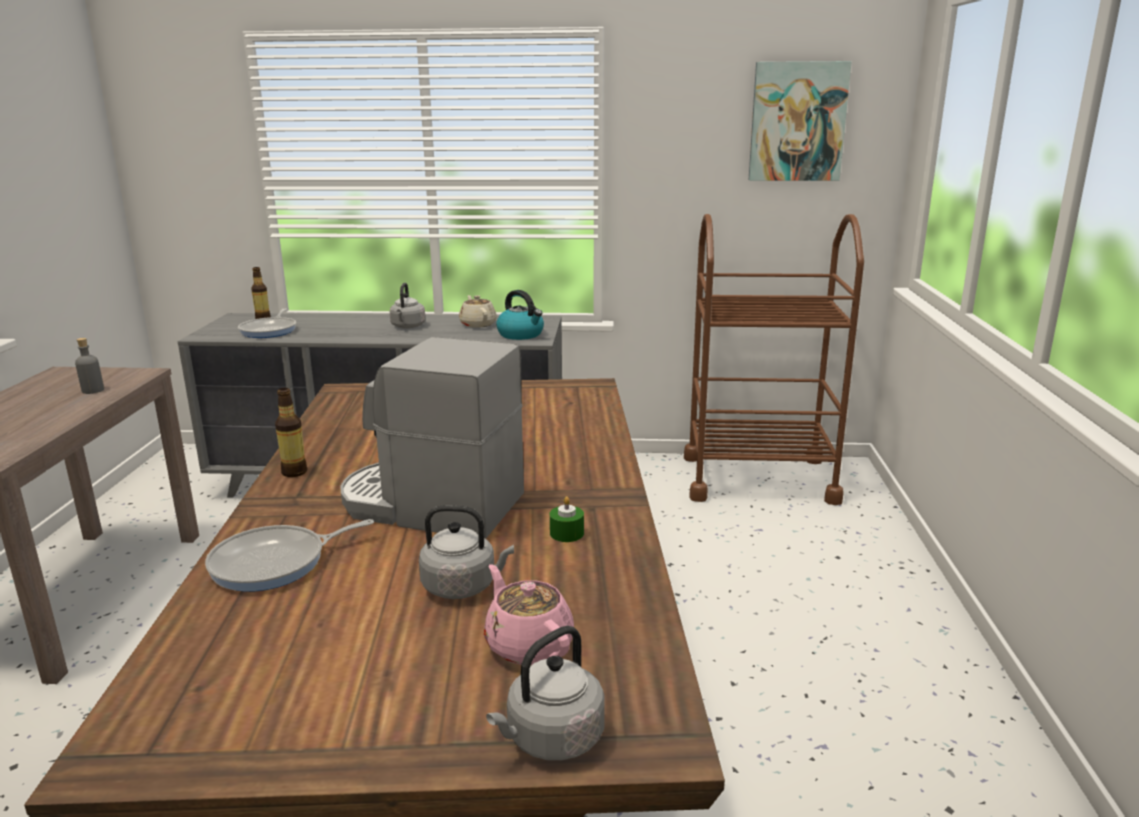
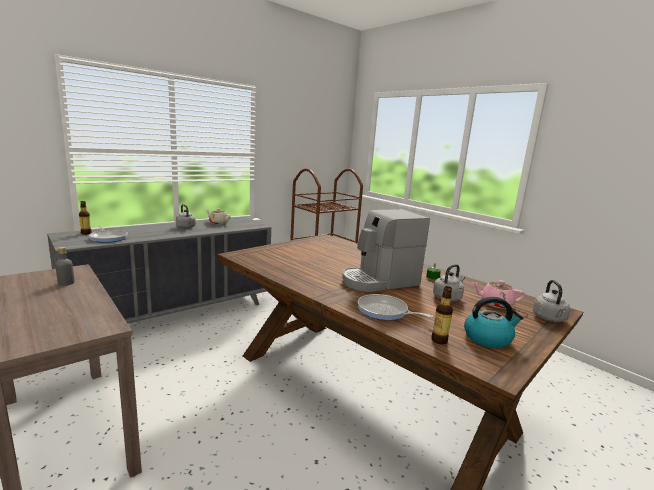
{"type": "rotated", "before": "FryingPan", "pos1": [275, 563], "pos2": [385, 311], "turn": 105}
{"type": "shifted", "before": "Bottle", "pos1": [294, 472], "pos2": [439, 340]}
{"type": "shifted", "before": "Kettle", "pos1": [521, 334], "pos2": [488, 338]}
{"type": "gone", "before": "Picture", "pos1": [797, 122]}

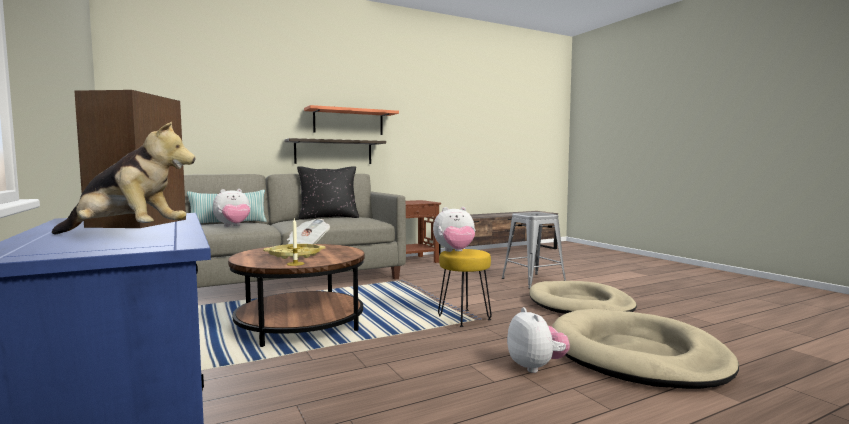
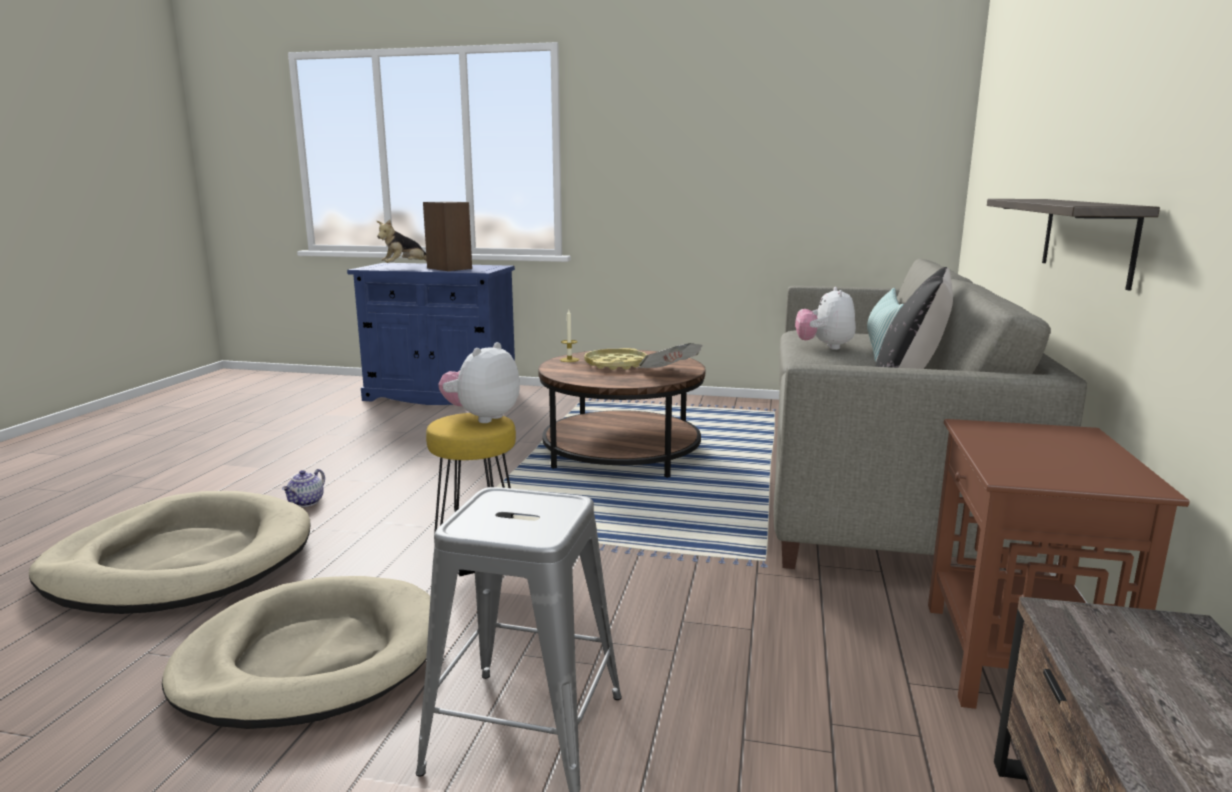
{"type": "gone", "before": "Shelf", "pos1": [348, 122]}
{"type": "swapped", "before": "PlushToy", "after": "Teapot", "pos1": [536, 367], "pos2": [307, 502]}

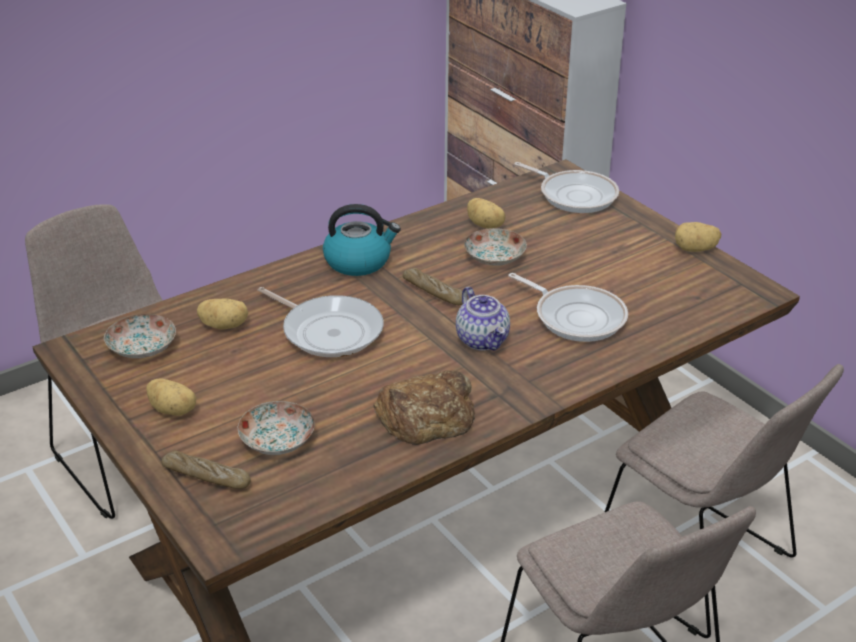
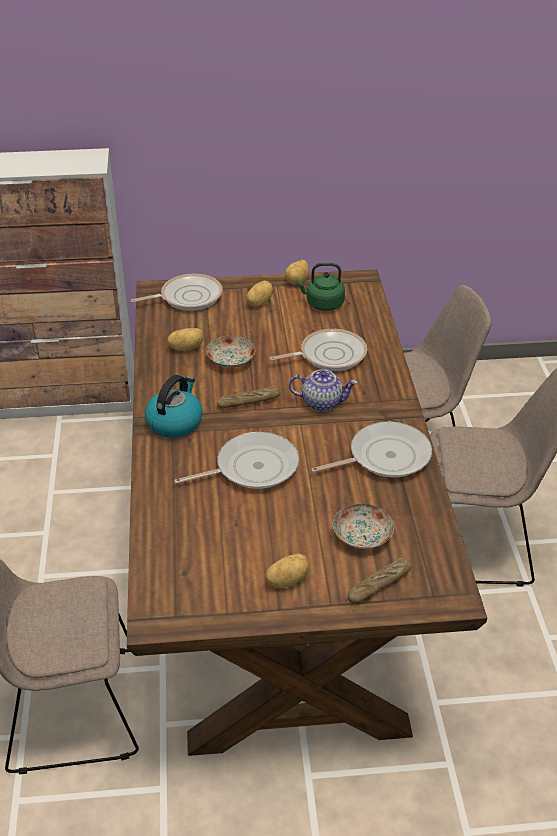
{"type": "gone", "before": "Plate", "pos1": [143, 347]}
{"type": "shifted", "before": "Potato", "pos1": [224, 325], "pos2": [258, 302]}
{"type": "swapped", "before": "Bread", "after": "FryingPan", "pos1": [427, 415], "pos2": [384, 457]}
{"type": "new", "after": "GreenKettle", "pos2": [322, 304]}

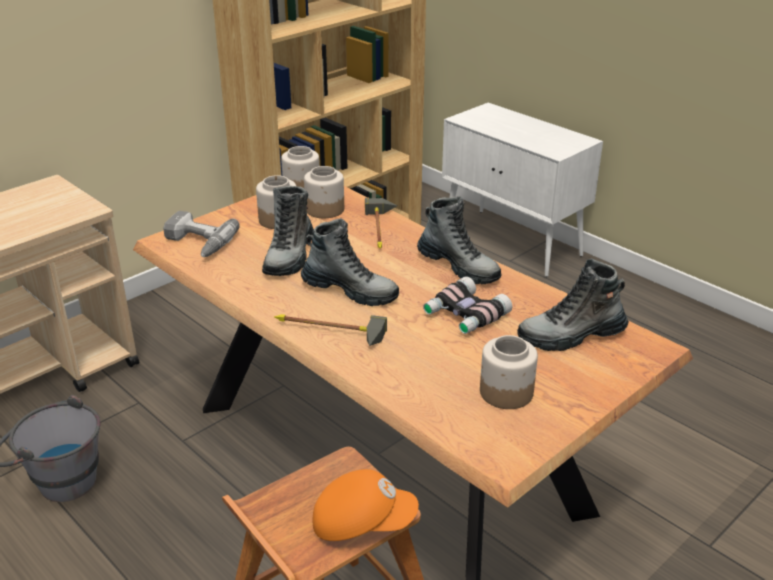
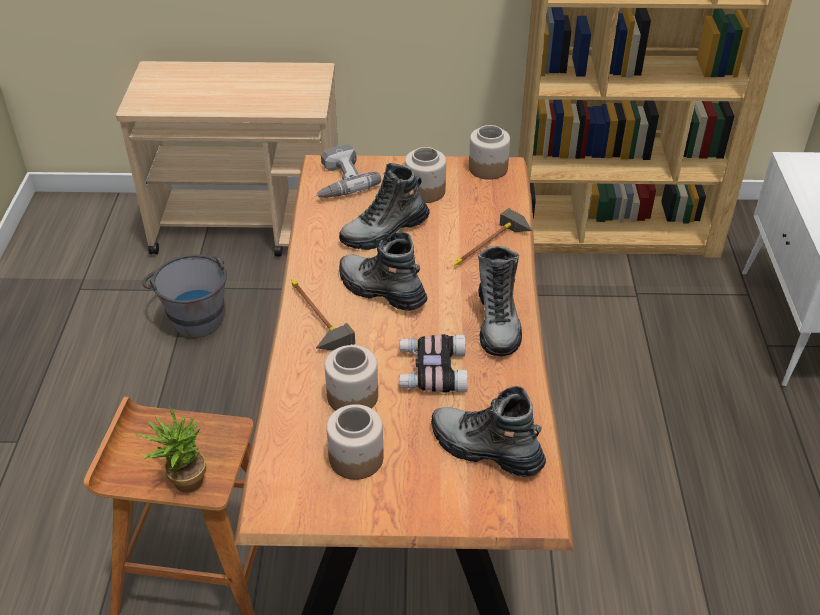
{"type": "rotated", "before": "Boot", "pos1": [350, 291], "pos2": [381, 291], "turn": 150}
{"type": "shifted", "before": "Jar", "pos1": [325, 209], "pos2": [353, 396]}
{"type": "swapped", "before": "OrangeCap", "after": "PottedPlant", "pos1": [362, 522], "pos2": [182, 481]}

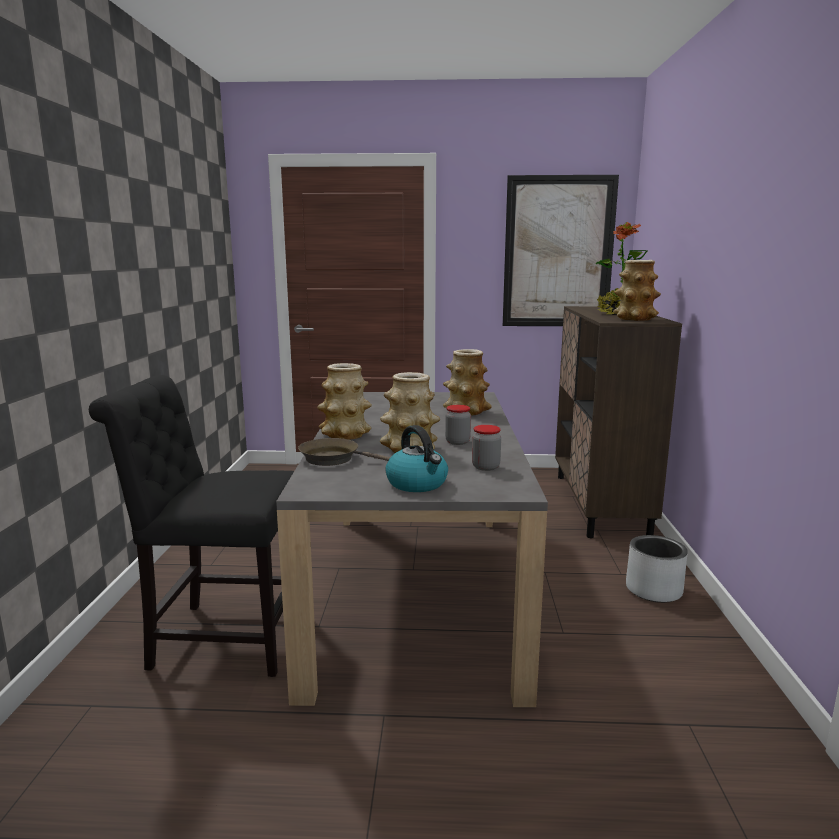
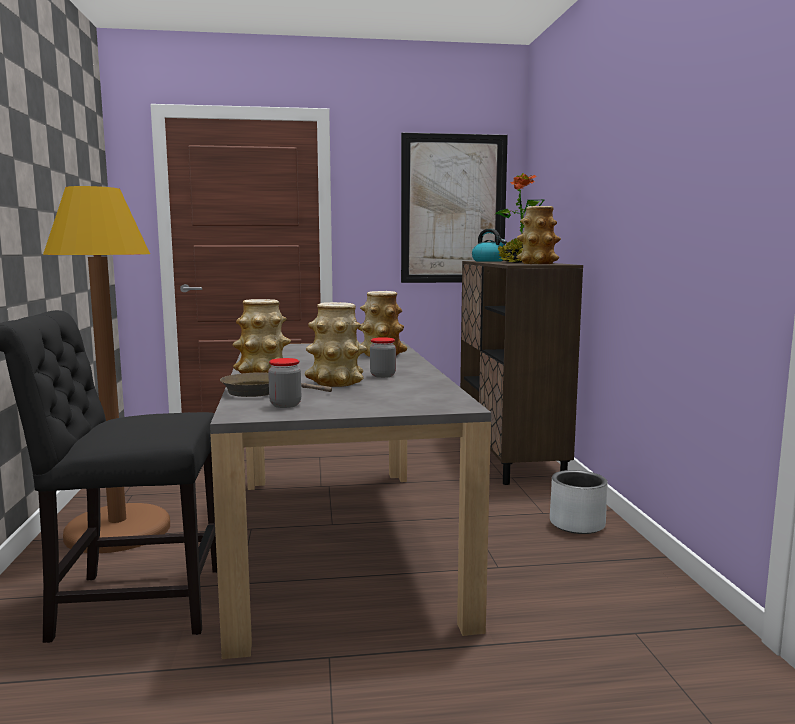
{"type": "shifted", "before": "Kettle", "pos1": [418, 484], "pos2": [489, 261]}
{"type": "shifted", "before": "Jar", "pos1": [485, 467], "pos2": [285, 405]}
{"type": "new", "after": "BrownFloorLamp", "pos2": [118, 530]}

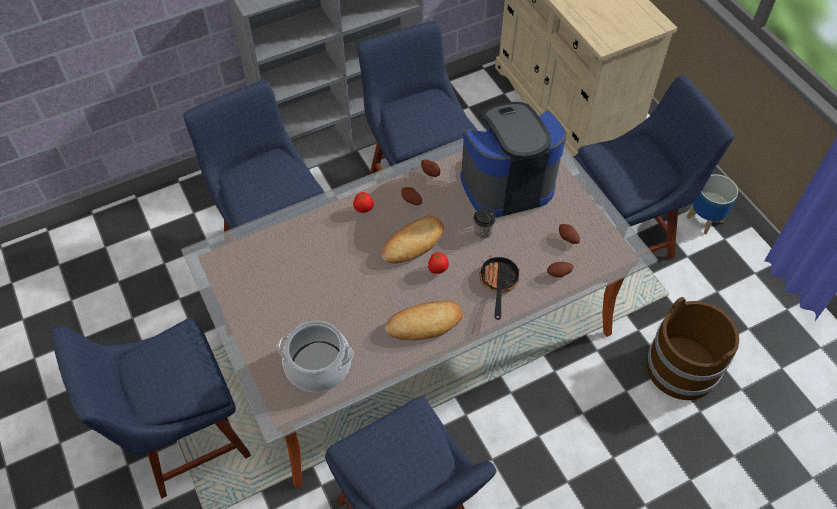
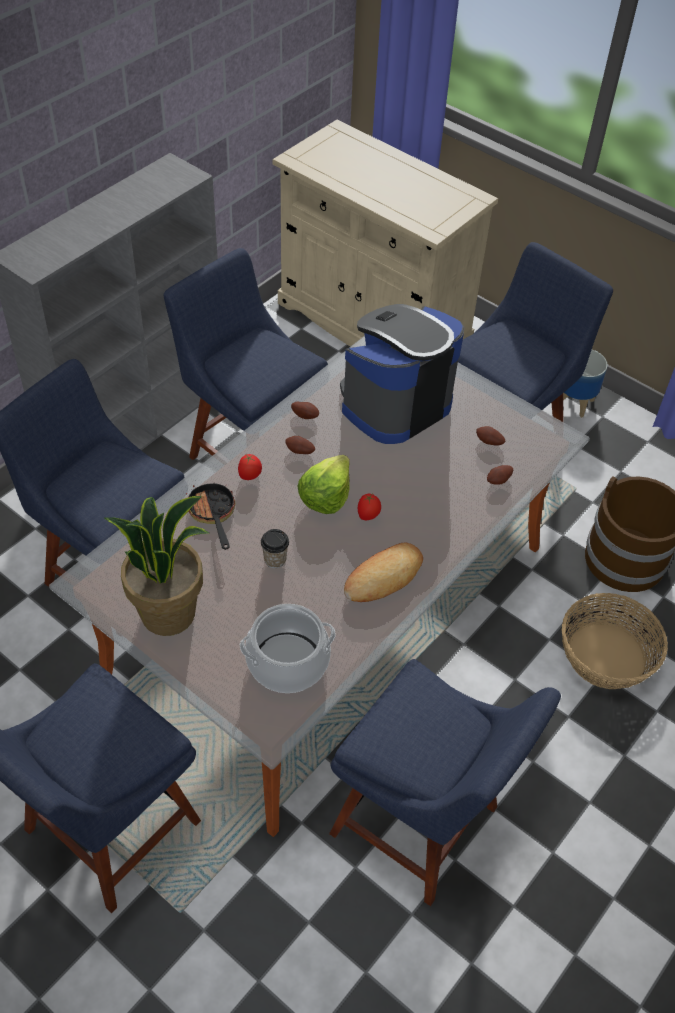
{"type": "swapped", "before": "Bread", "after": "Lettuce", "pos1": [413, 243], "pos2": [325, 496]}
{"type": "shifted", "before": "Cup", "pos1": [483, 232], "pos2": [275, 560]}
{"type": "shifted", "before": "FryingPan", "pos1": [498, 284], "pos2": [213, 514]}
{"type": "new", "after": "PottedPlant", "pos2": [168, 612]}
{"type": "new", "after": "Basket", "pos2": [607, 656]}

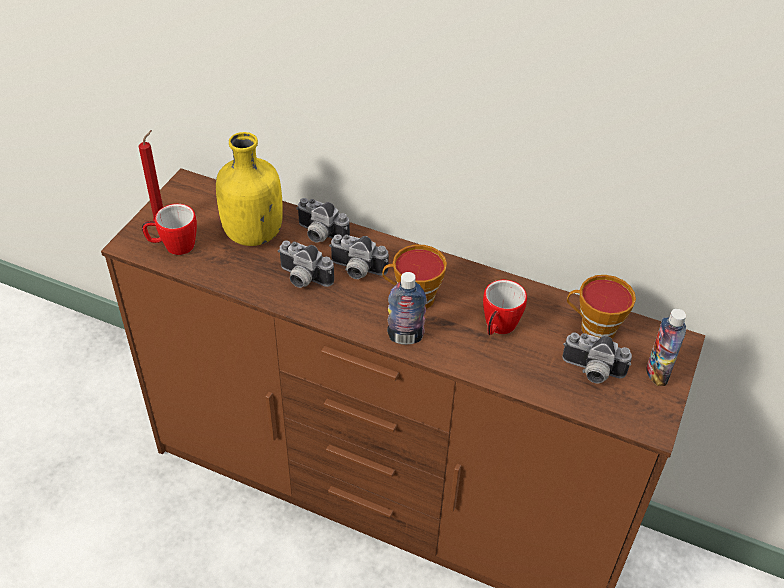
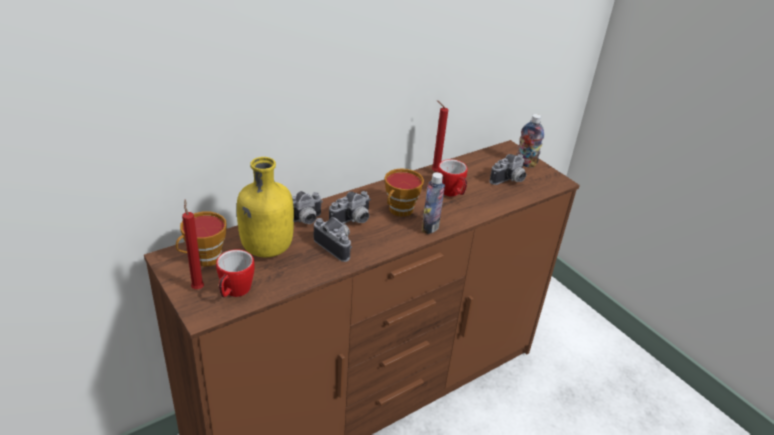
{"type": "rotated", "before": "PhotoCamera", "pos1": [302, 279], "pos2": [337, 245], "turn": -105}
{"type": "shifted", "before": "Cup", "pos1": [593, 328], "pos2": [204, 259]}
{"type": "new", "after": "RedCandle", "pos2": [434, 171]}

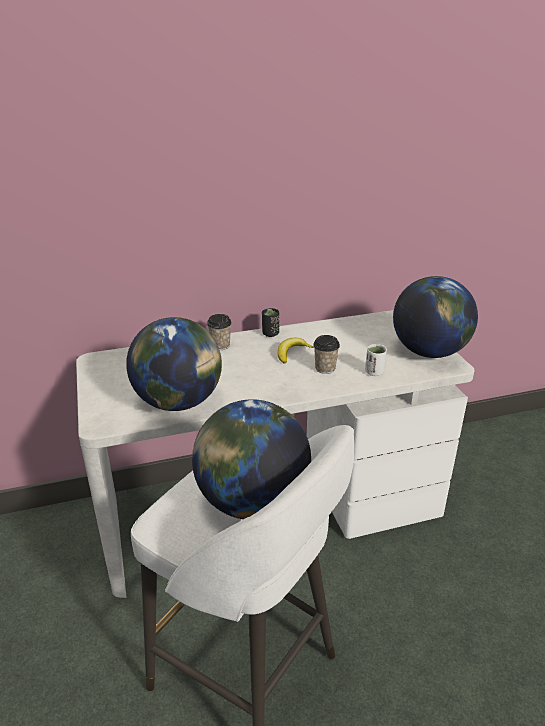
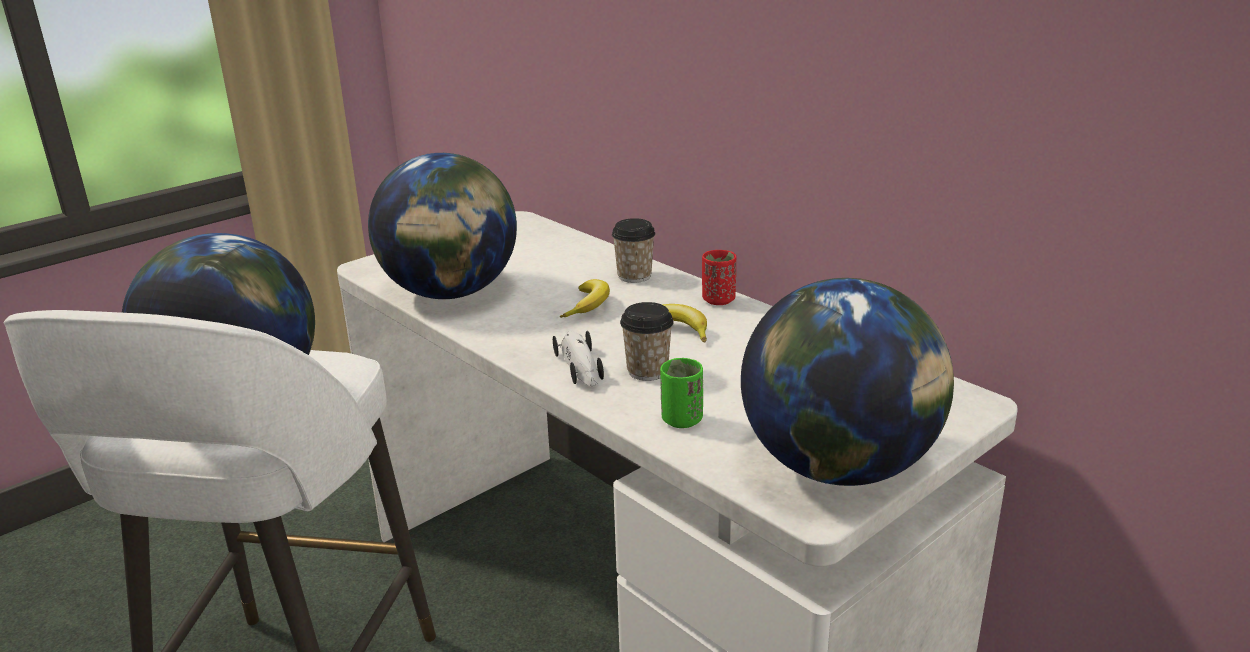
{"type": "repainted", "before": "BlackCup", "after": "RedCup", "pos1": [270, 334], "pos2": [718, 300]}
{"type": "repainted", "before": "WhiteCup", "after": "GreenCup", "pos1": [374, 372], "pos2": [681, 420]}
{"type": "new", "after": "ToyCar", "pos2": [580, 367]}
{"type": "new", "after": "Banana", "pos2": [588, 305]}

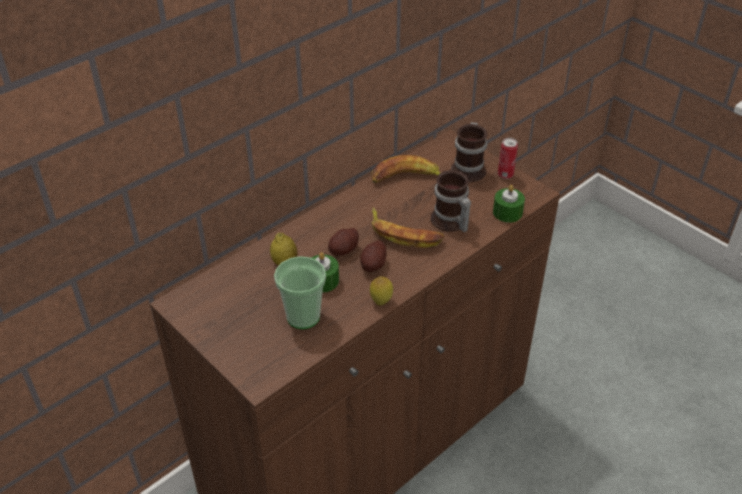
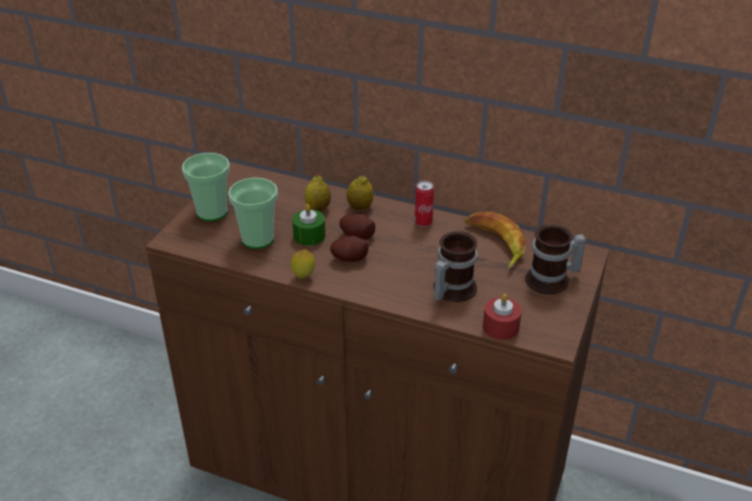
{"type": "gone", "before": "Banana", "pos1": [404, 234]}
{"type": "repainted", "before": "GreenCandle", "after": "RedCandle", "pos1": [507, 212], "pos2": [500, 327]}
{"type": "shifted", "before": "Can", "pos1": [505, 175], "pos2": [423, 223]}
{"type": "new", "after": "Cup", "pos2": [212, 212]}
{"type": "new", "after": "Lemon", "pos2": [360, 207]}

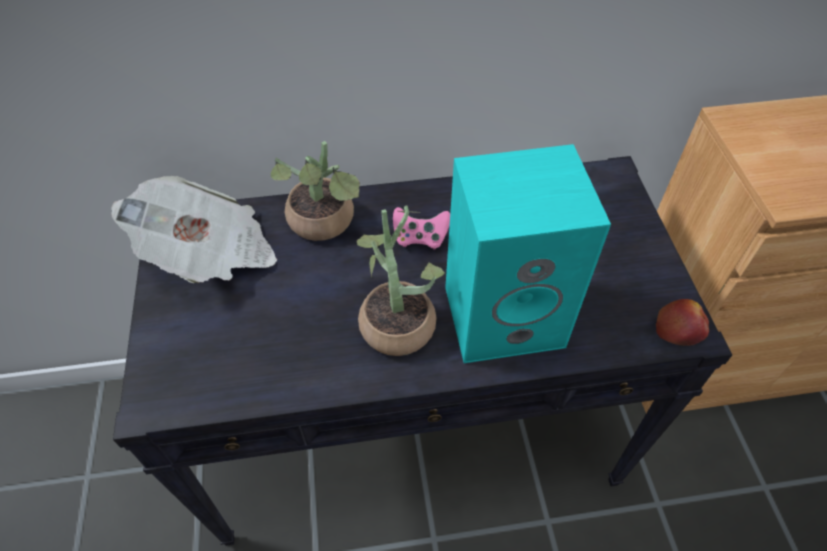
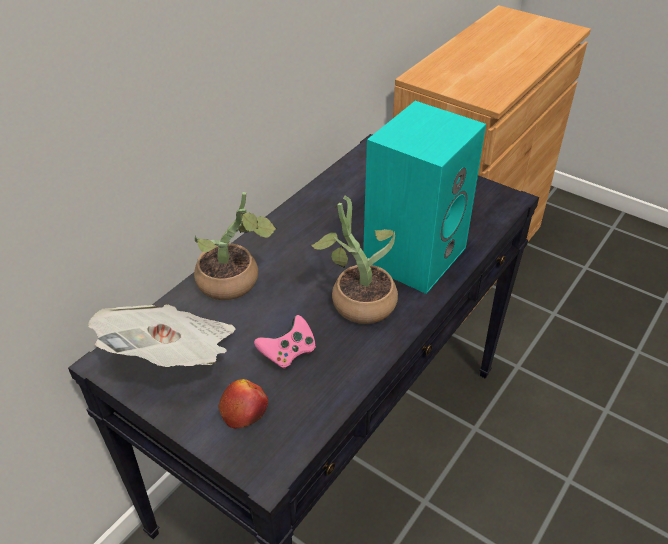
{"type": "shifted", "before": "PinkGameController", "pos1": [420, 237], "pos2": [288, 353]}
{"type": "shifted", "before": "Apple", "pos1": [679, 328], "pos2": [244, 409]}

